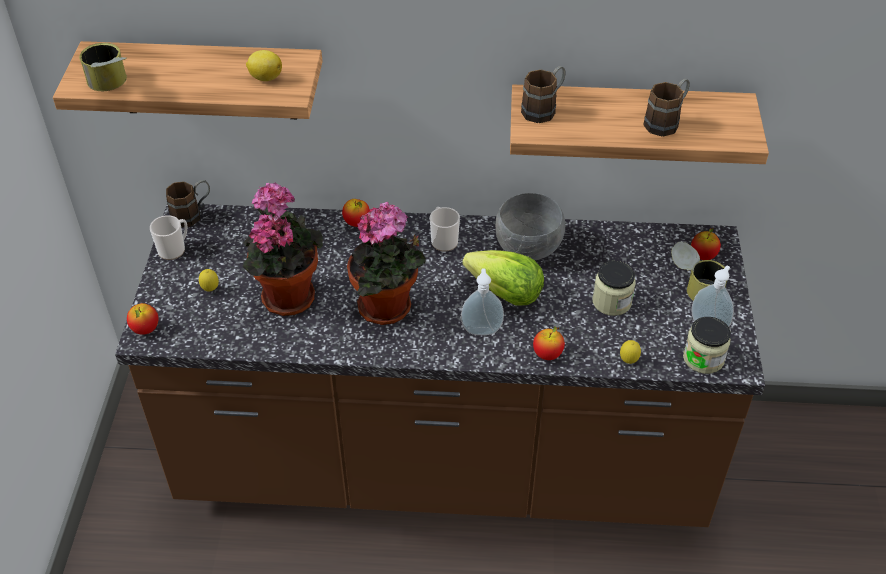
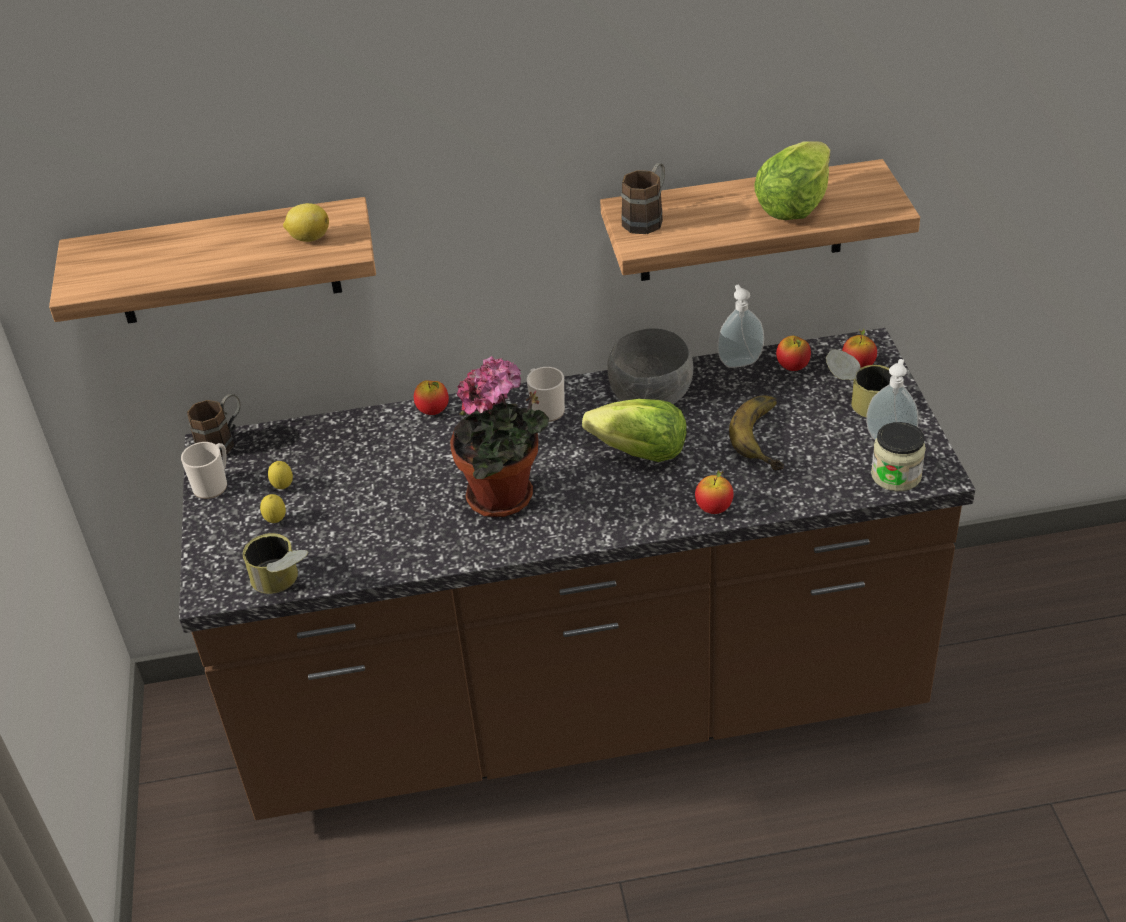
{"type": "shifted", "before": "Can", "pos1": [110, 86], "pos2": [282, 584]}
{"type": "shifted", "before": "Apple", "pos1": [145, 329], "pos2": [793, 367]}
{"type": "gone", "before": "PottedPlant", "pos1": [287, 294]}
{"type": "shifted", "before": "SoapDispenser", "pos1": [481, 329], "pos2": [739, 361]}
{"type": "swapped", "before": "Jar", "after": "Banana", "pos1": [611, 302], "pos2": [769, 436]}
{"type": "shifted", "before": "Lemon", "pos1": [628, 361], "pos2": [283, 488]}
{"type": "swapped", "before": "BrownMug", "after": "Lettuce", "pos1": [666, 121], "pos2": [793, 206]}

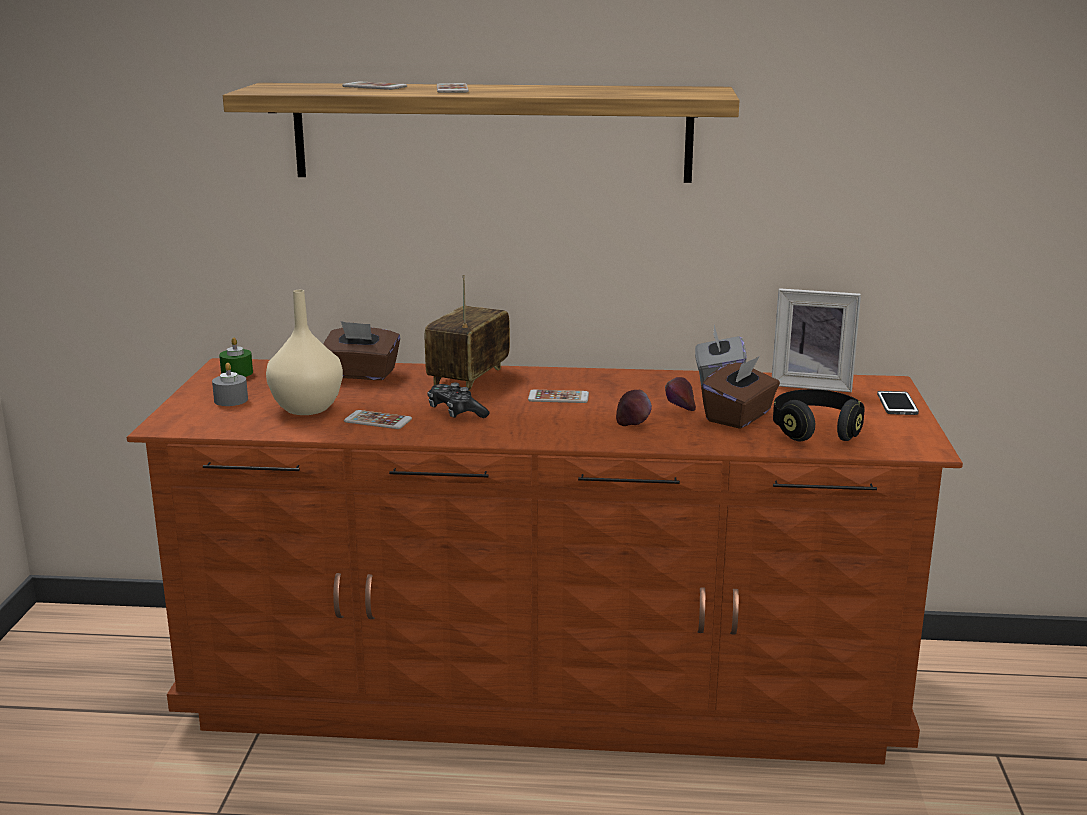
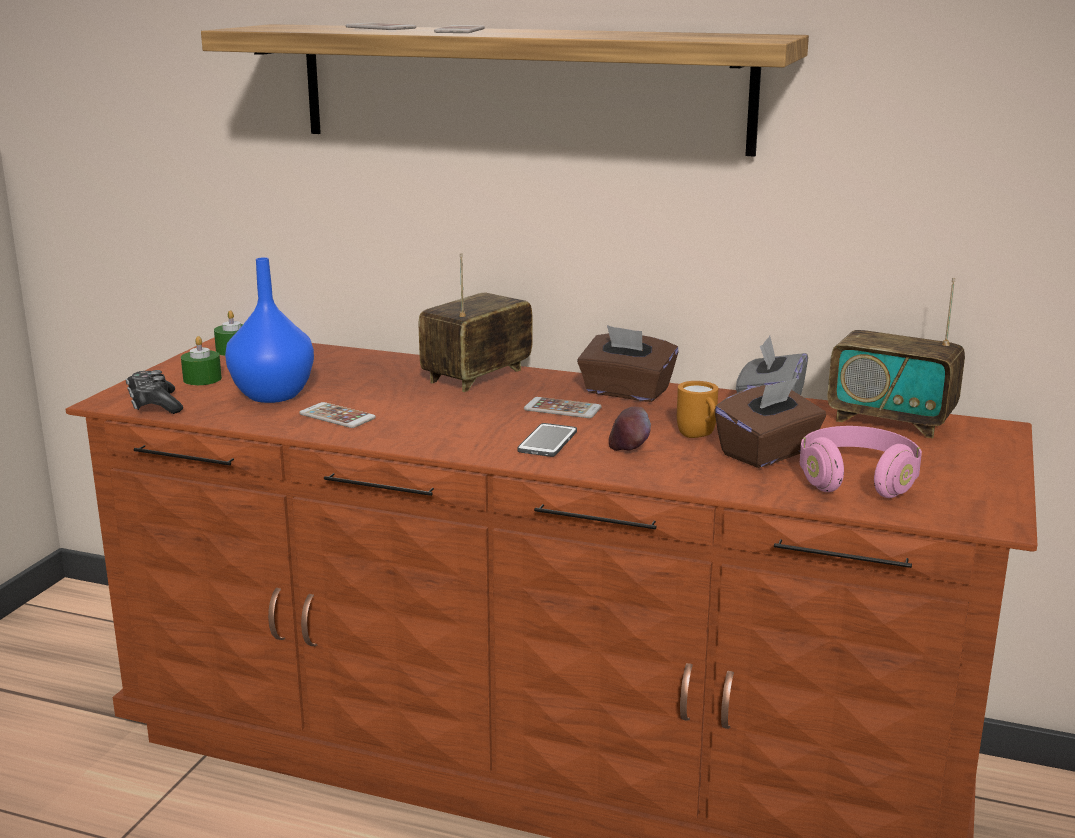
{"type": "repainted", "before": "GreyCandle", "after": "GreenCandle", "pos1": [231, 400], "pos2": [202, 379]}
{"type": "repainted", "before": "BeigeVase", "after": "BlueVase", "pos1": [307, 409], "pos2": [273, 396]}
{"type": "shifted", "before": "BrownTissueBox", "pos1": [361, 374], "pos2": [626, 392]}
{"type": "shifted", "before": "GameController", "pos1": [456, 412], "pos2": [154, 404]}
{"type": "swapped", "before": "Apple", "after": "OrangeMug", "pos1": [679, 409], "pos2": [699, 437]}
{"type": "swapped", "before": "PictureFrame", "after": "Radio", "pos1": [811, 384], "pos2": [891, 421]}
{"type": "repainted", "before": "BlackHeadphones", "after": "PinkHeadphones", "pos1": [816, 431], "pos2": [857, 481]}
{"type": "shifted", "before": "Phone", "pos1": [897, 404], "pos2": [547, 442]}

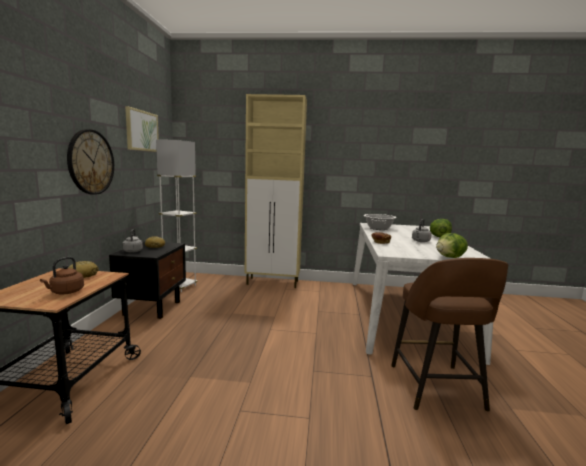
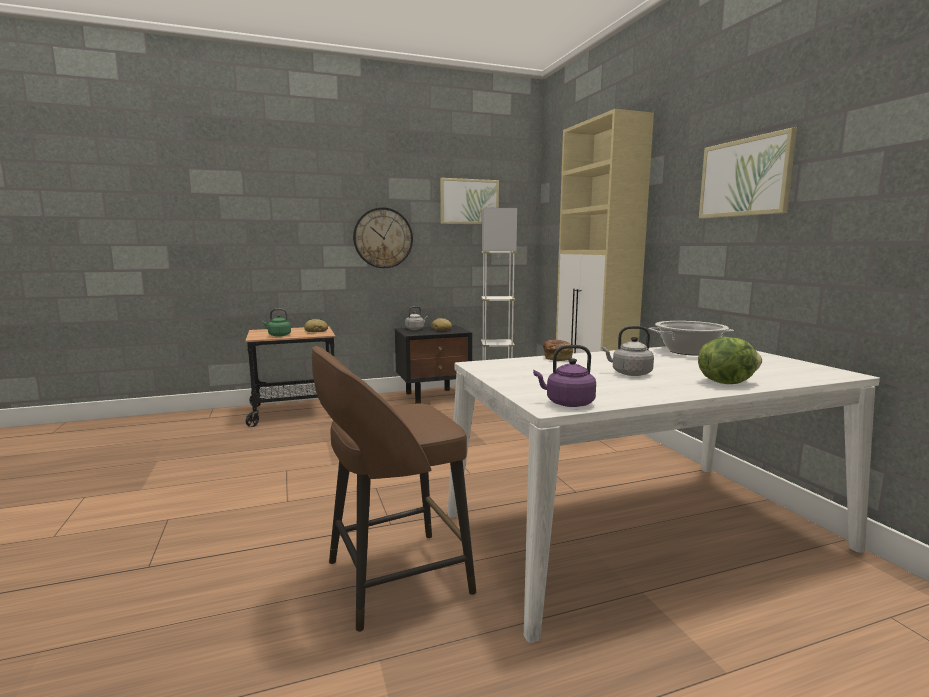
{"type": "repainted", "before": "BrownKettle", "after": "GreenKettle", "pos1": [65, 292], "pos2": [278, 335]}
{"type": "gone", "before": "Lettuce", "pos1": [450, 257]}
{"type": "new", "after": "PurpleKettle", "pos2": [567, 403]}
{"type": "new", "after": "Picture", "pos2": [745, 178]}

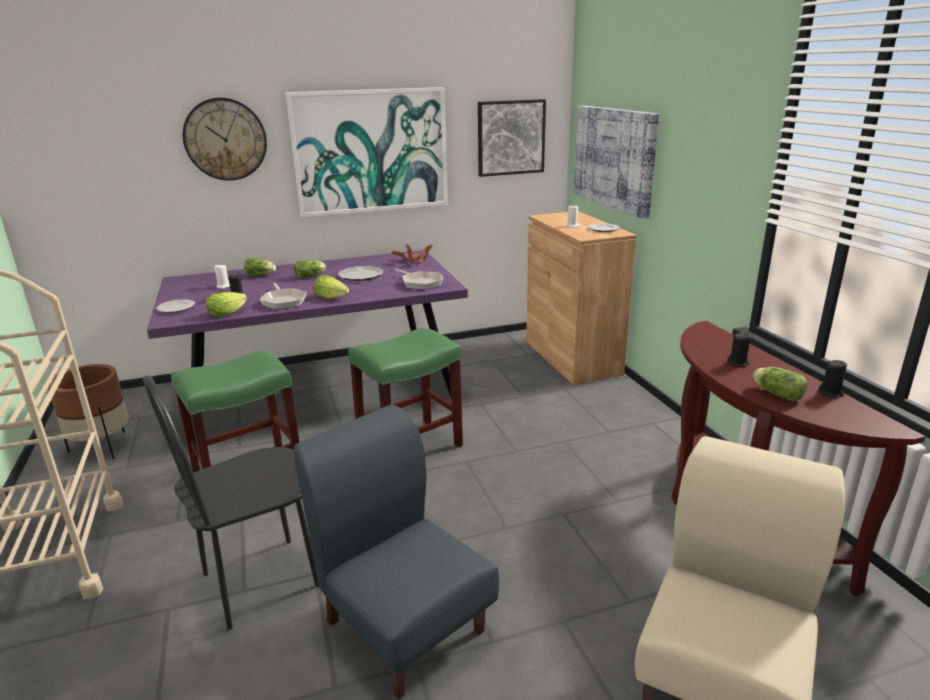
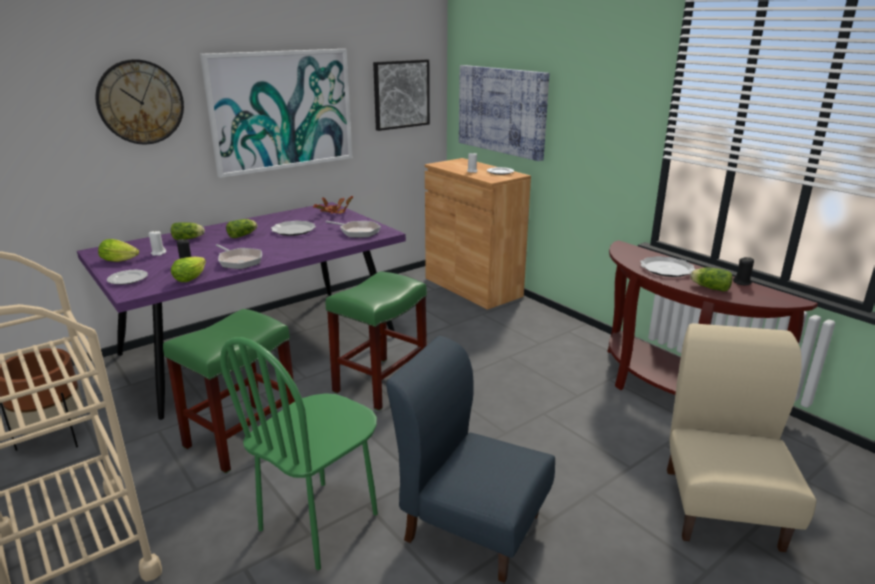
{"type": "repainted", "before": "BlackChair", "after": "GreenChair", "pos1": [261, 580], "pos2": [319, 522]}
{"type": "shifted", "before": "Lettuce", "pos1": [332, 297], "pos2": [121, 260]}
{"type": "swapped", "before": "BlackCandle", "after": "Plate", "pos1": [738, 363], "pos2": [666, 269]}

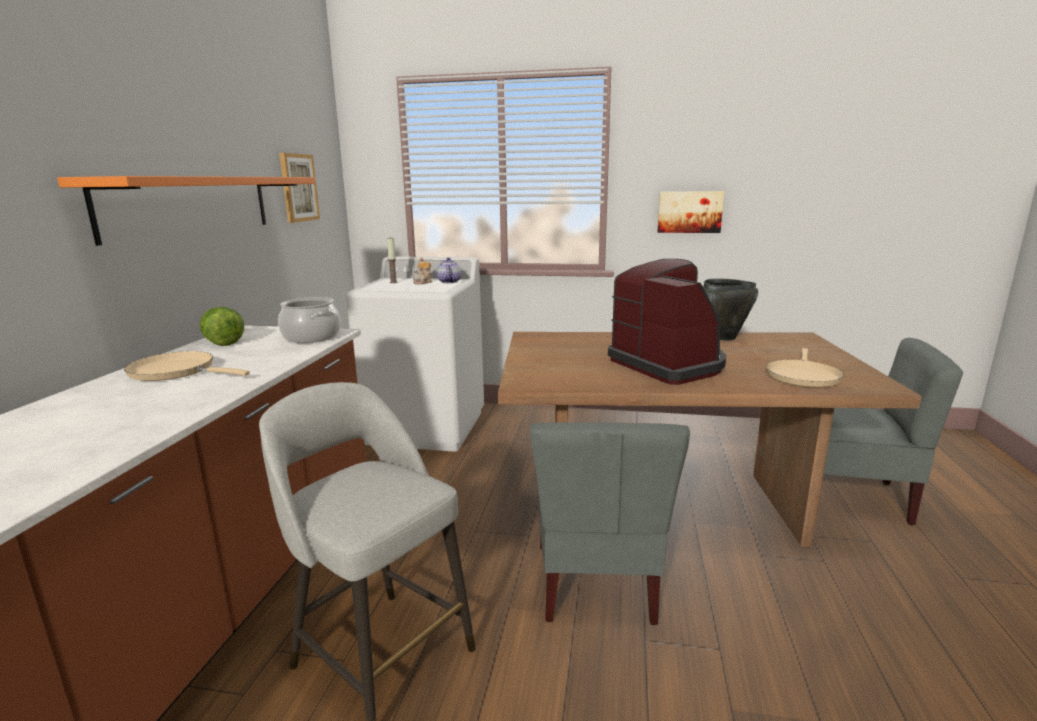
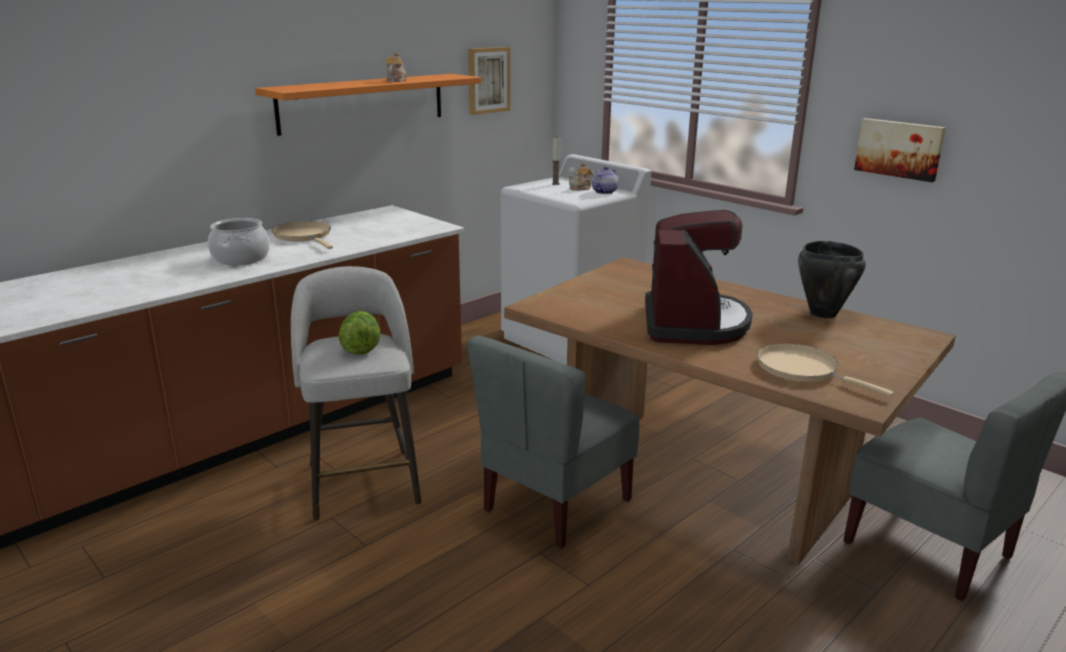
{"type": "shifted", "before": "Lettuce", "pos1": [222, 342], "pos2": [361, 347]}
{"type": "shifted", "before": "CookingPot", "pos1": [311, 337], "pos2": [240, 258]}
{"type": "rotated", "before": "BeigeFryingPan", "pos1": [802, 376], "pos2": [802, 370], "turn": 75}
{"type": "new", "after": "Teapot", "pos2": [396, 80]}

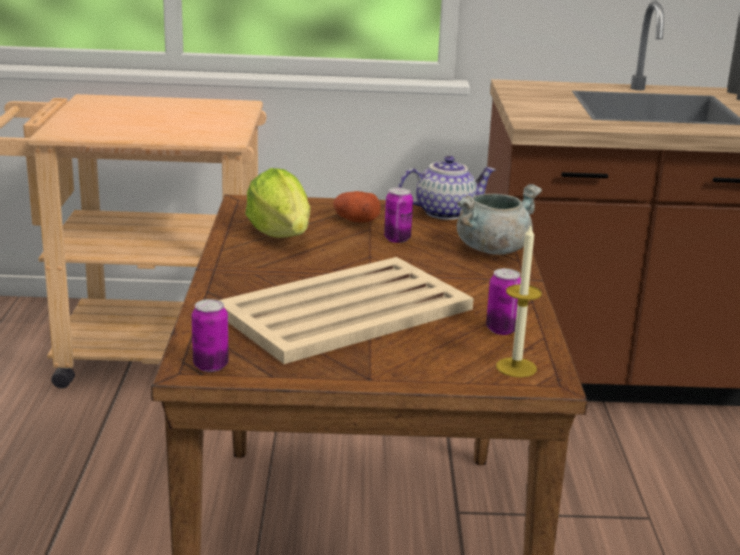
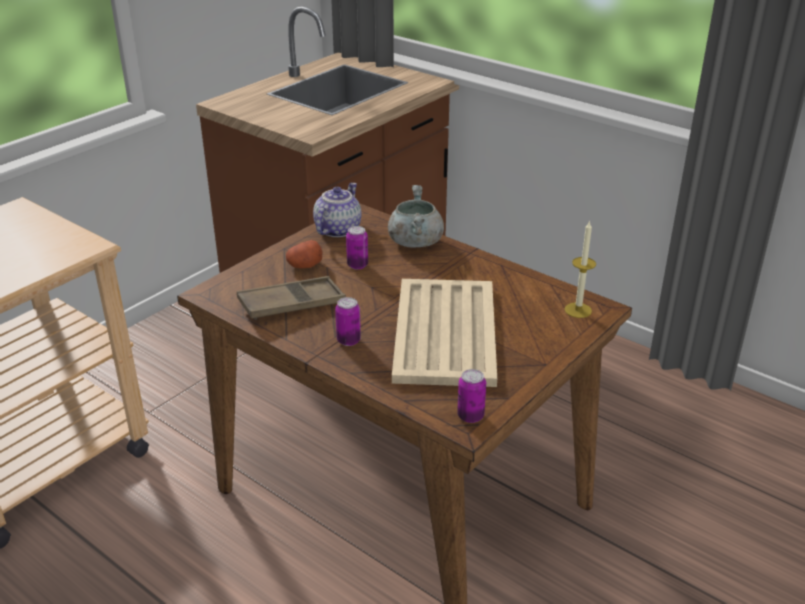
{"type": "swapped", "before": "Lettuce", "after": "BrownTray", "pos1": [281, 235], "pos2": [292, 304]}
{"type": "shifted", "before": "Can", "pos1": [501, 329], "pos2": [348, 340]}

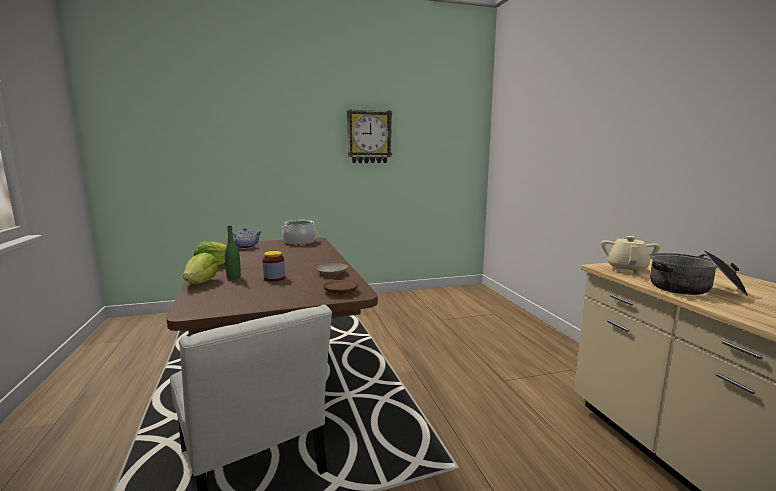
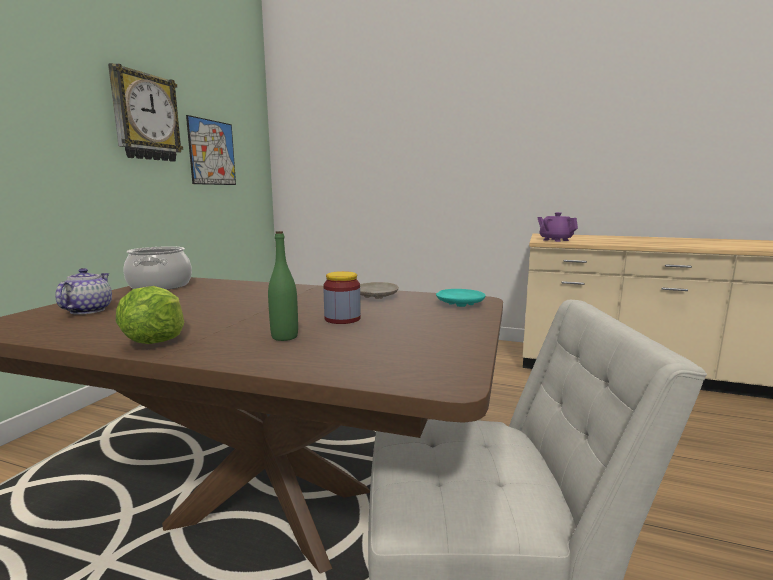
{"type": "gone", "before": "Lettuce", "pos1": [202, 282]}
{"type": "repainted", "before": "BrownPlate", "after": "TurquoisePlate", "pos1": [340, 291], "pos2": [459, 304]}
{"type": "repainted", "before": "BeigeTeapot", "after": "PurpleTeapot", "pos1": [626, 269], "pos2": [555, 240]}
{"type": "gone", "before": "CookingPot", "pos1": [694, 289]}
{"type": "new", "after": "Picture", "pos2": [212, 152]}

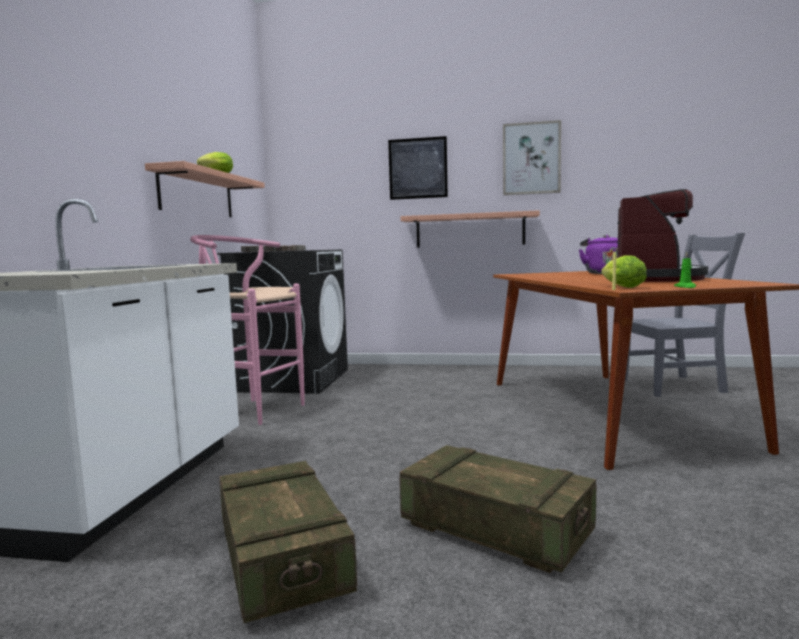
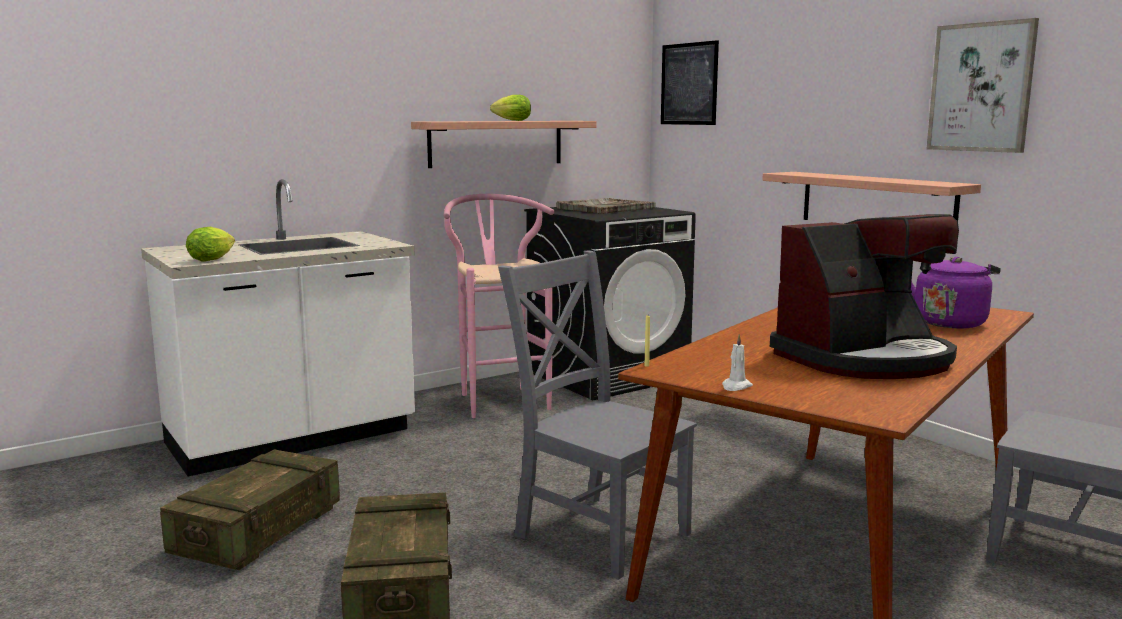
{"type": "shifted", "before": "Picture", "pos1": [418, 168], "pos2": [689, 84]}
{"type": "shifted", "before": "Lettuce", "pos1": [620, 287], "pos2": [213, 259]}
{"type": "repainted", "before": "GreenCandle", "after": "WhiteCandle", "pos1": [685, 287], "pos2": [736, 386]}
{"type": "new", "after": "GreyChair", "pos2": [597, 532]}

